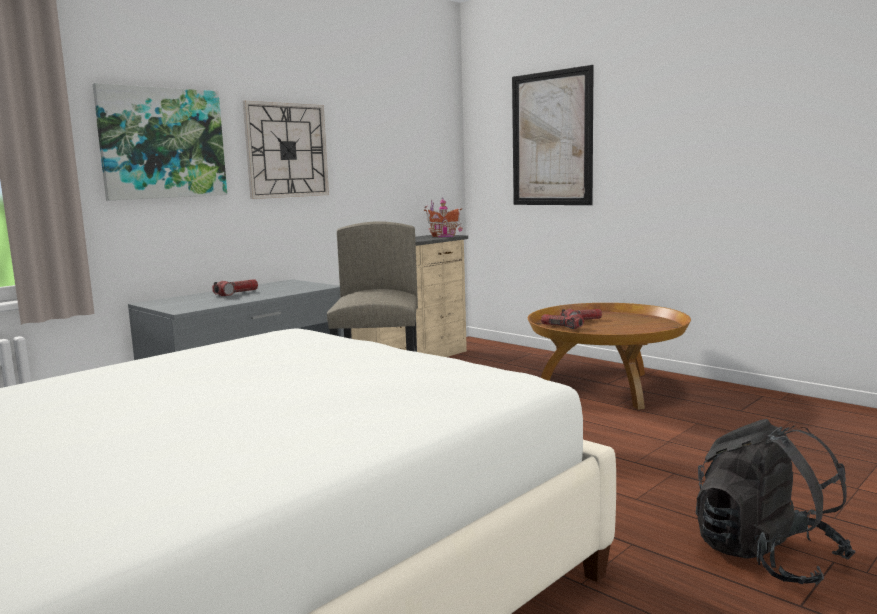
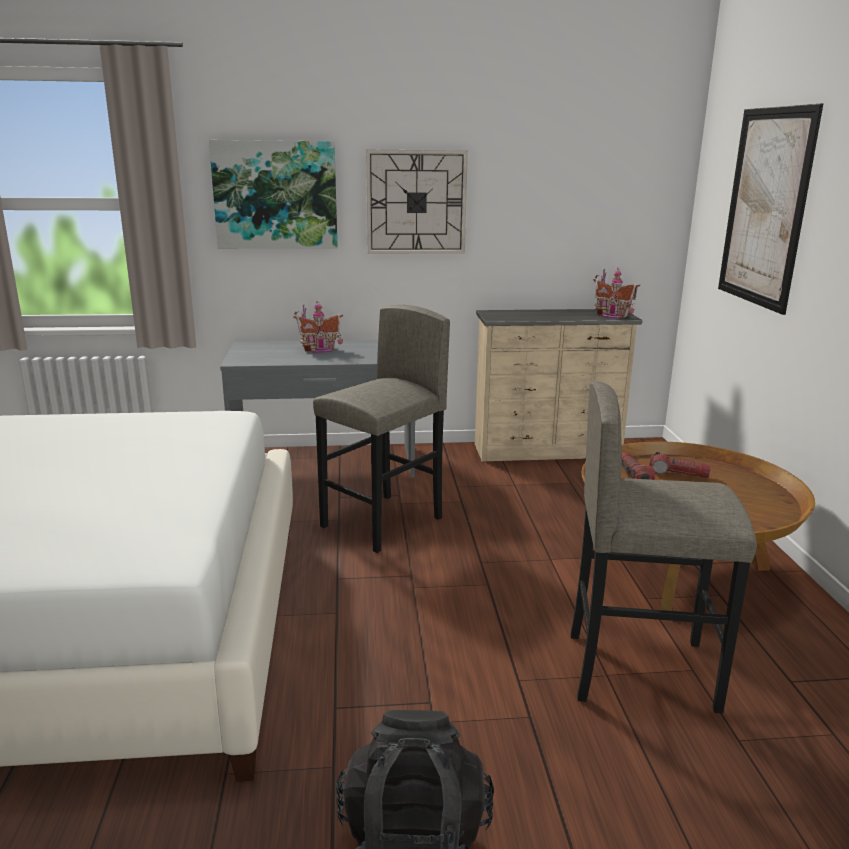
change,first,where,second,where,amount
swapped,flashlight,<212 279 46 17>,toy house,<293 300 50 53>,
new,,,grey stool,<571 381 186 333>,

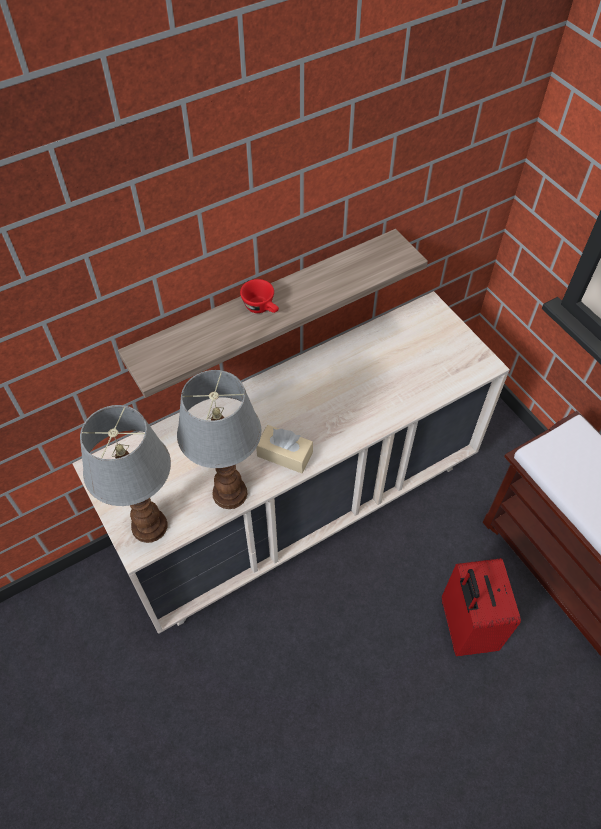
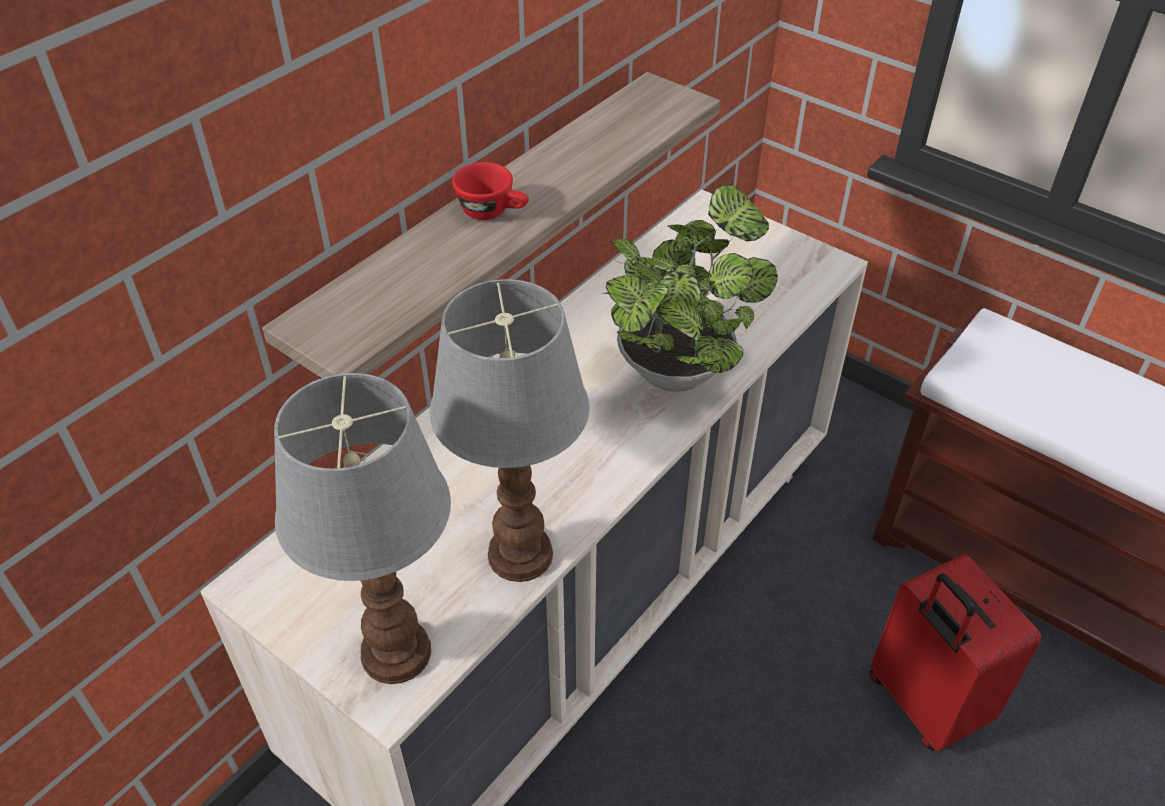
change,first,where,second,where,amount
new,,,potted plant,<602 184 176 208>,
gone,beige tissue box,<256 425 57 48>,,,

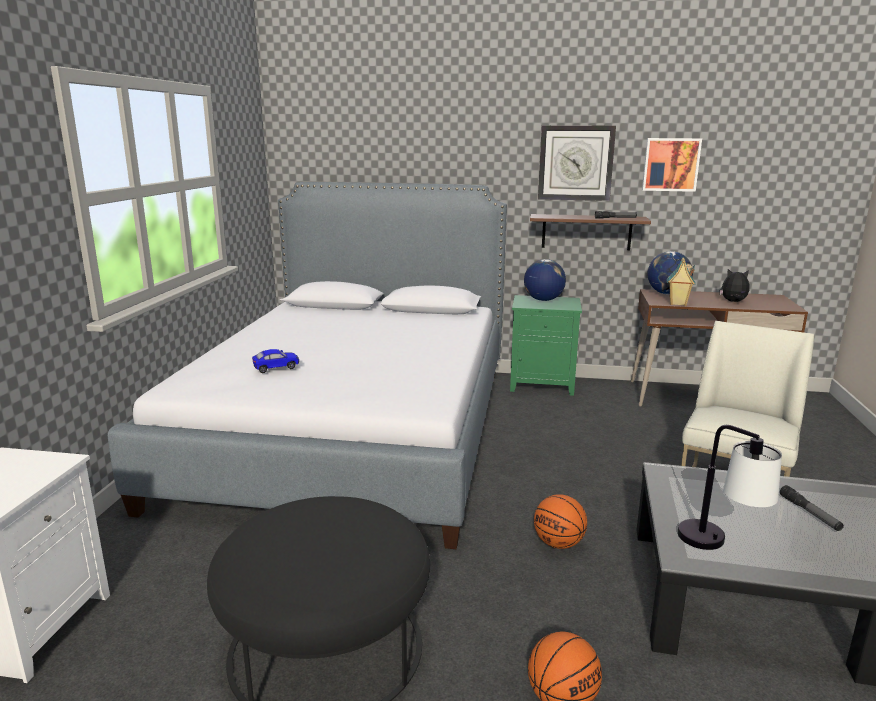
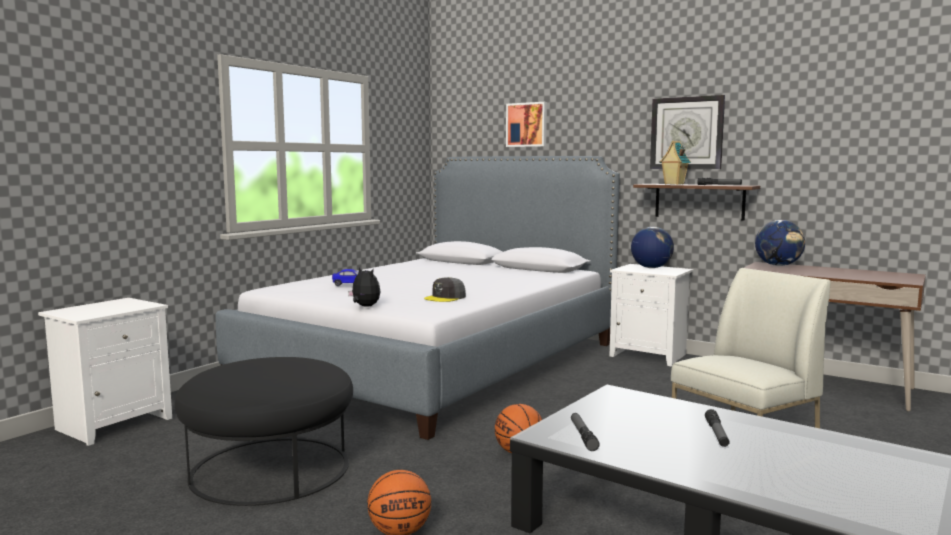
change,first,where,second,where,amount
shifted,plush toy,<720 269 29 33>,,<348 266 32 41>,
new,,,grey cap,<424 277 42 25>,
shifted,picture,<642 138 60 54>,,<506 102 41 45>,
swapped,table lamp,<678 425 104 125>,flashlight,<571 413 29 38>,
repainted,green nightstand,<510 295 72 101>,white nightstand,<610 264 84 103>,
shifted,toy house,<667 257 29 49>,,<660 141 31 44>,

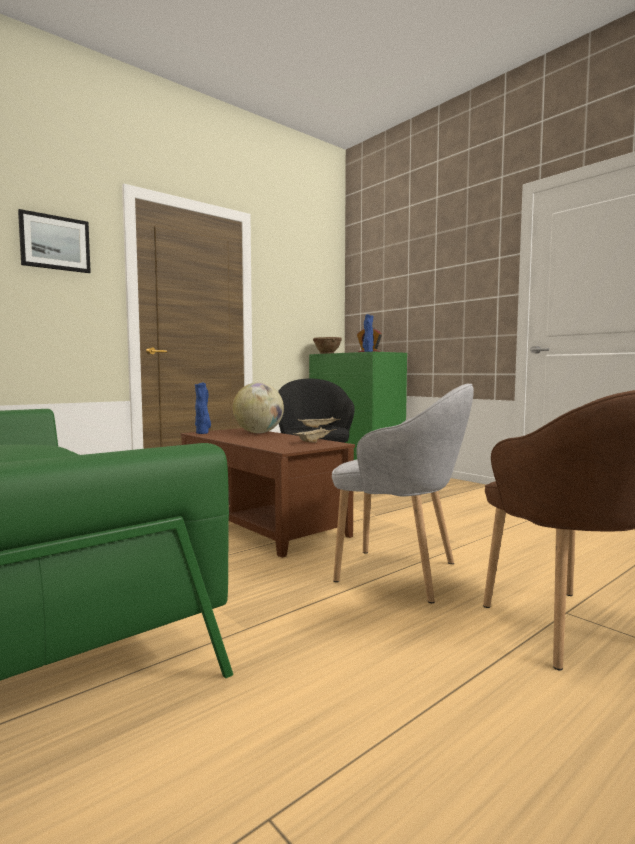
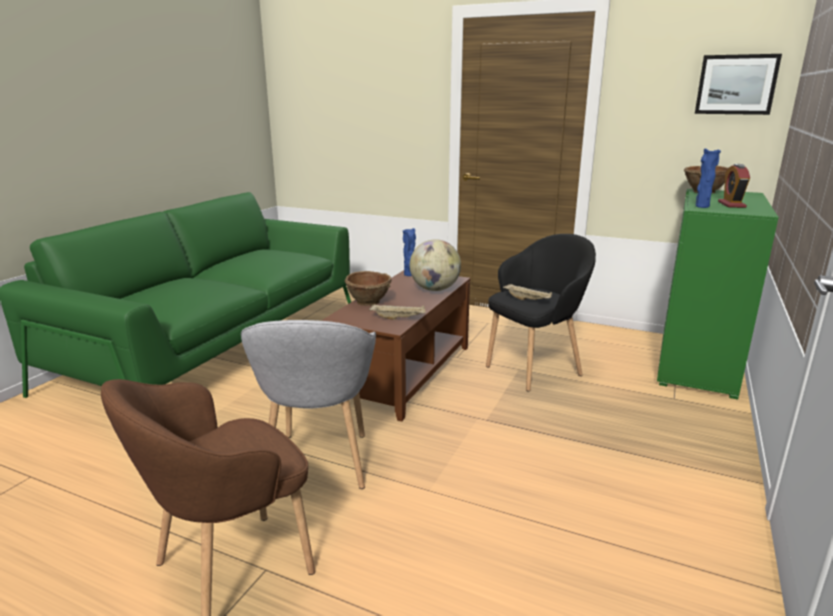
change,first,where,second,where,amount
new,,,brown bowl,<344 271 48 35>,
shifted,picture,<18 209 73 64>,,<695 54 87 61>,

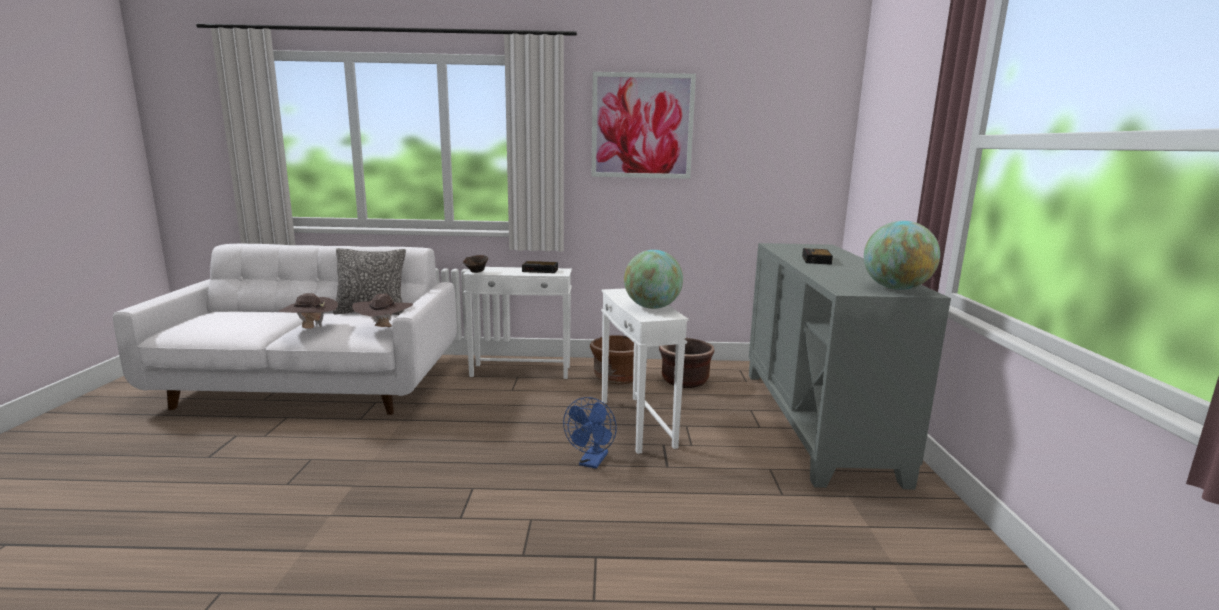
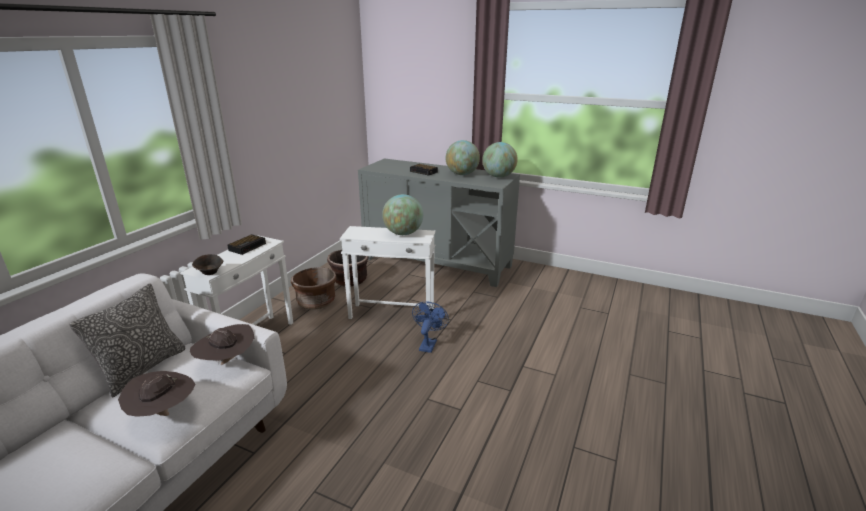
change,first,where,second,where,amount
rotated,blue fan,<563 397 54 72>,,<412 301 37 52>,120 degrees counterclockwise
new,,,globe,<446 140 34 35>,
gone,picture,<592 72 104 107>,,,

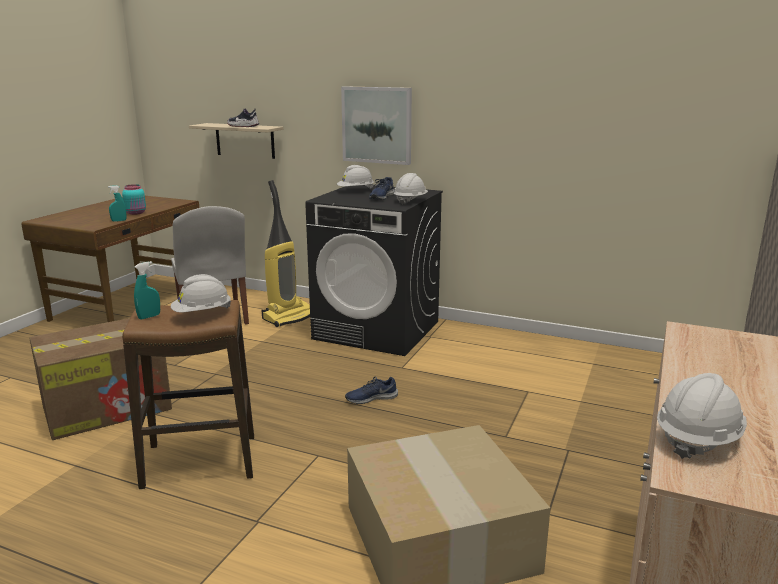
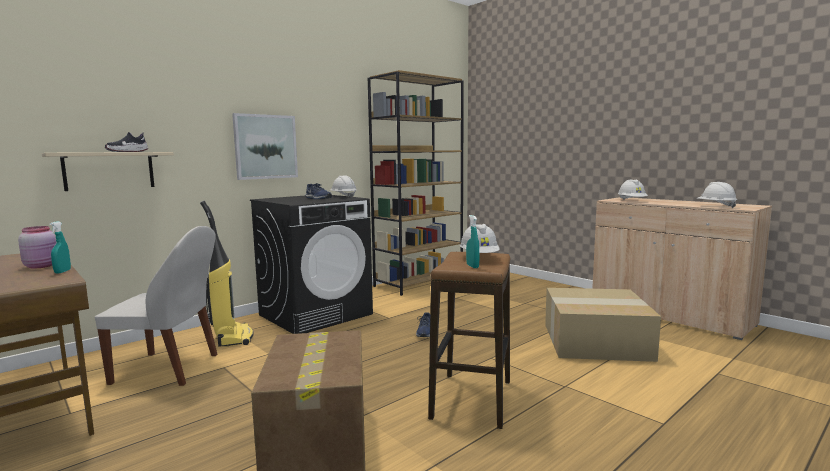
change,first,where,second,where,amount
repainted,turquoise jar,<122 184 24 31>,pink jar,<18 226 38 43>,
new,,,brown bookcase,<368 70 96 226>,
shifted,white hard hat,<337 165 37 24>,,<618 180 30 20>,

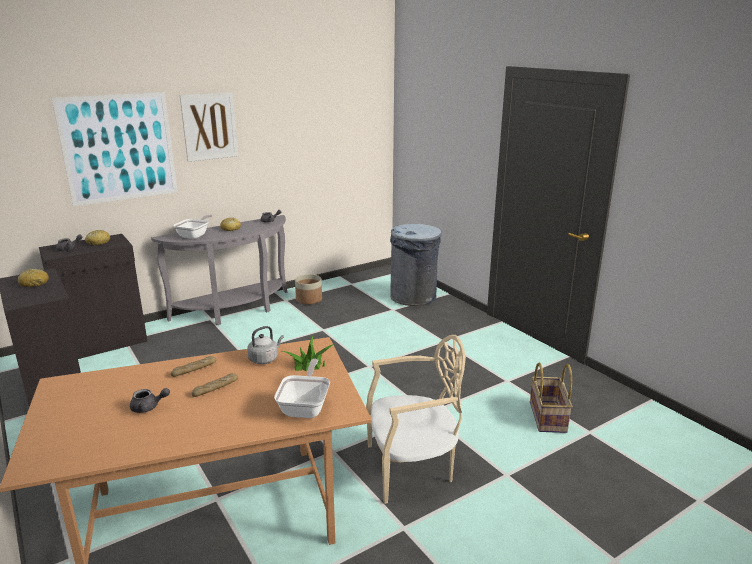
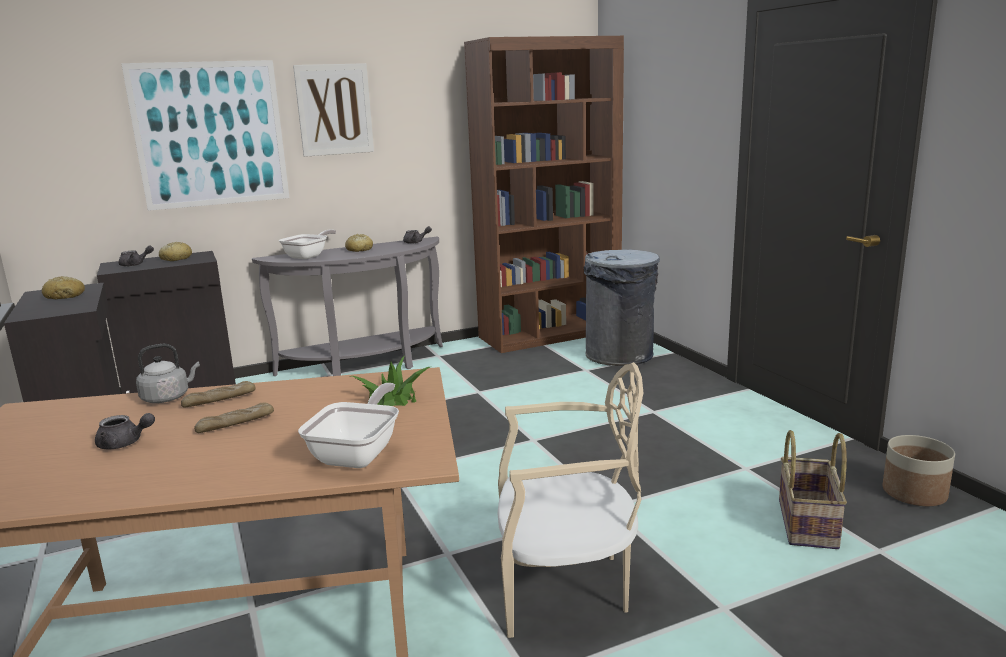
change,first,where,second,where,amount
shifted,grey kettle,<247 326 37 38>,,<136 343 64 60>,
new,,,brown bookcase,<464 36 160 317>,
shifted,planter,<295 274 27 30>,,<882 435 73 71>,

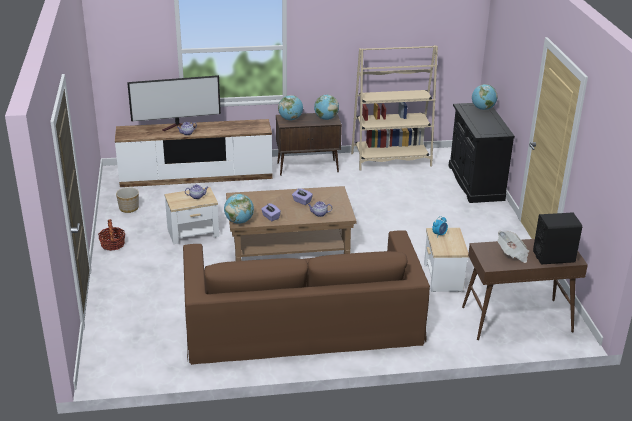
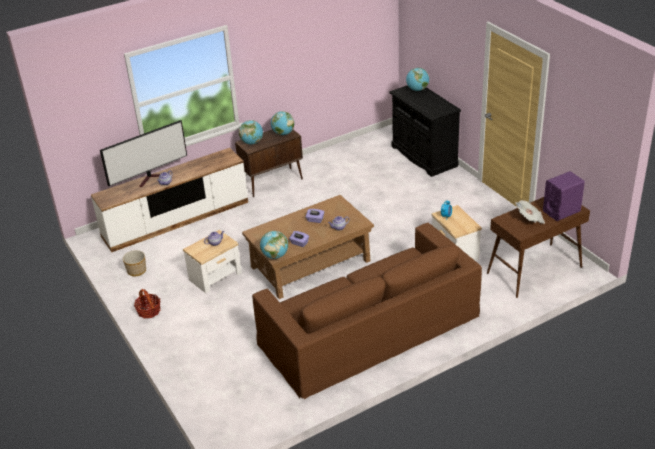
change,first,where,second,where,amount
repainted,black speaker,<533 212 49 52>,purple speaker,<543 171 42 50>,
gone,beige bookcase,<351 46 87 124>,,,

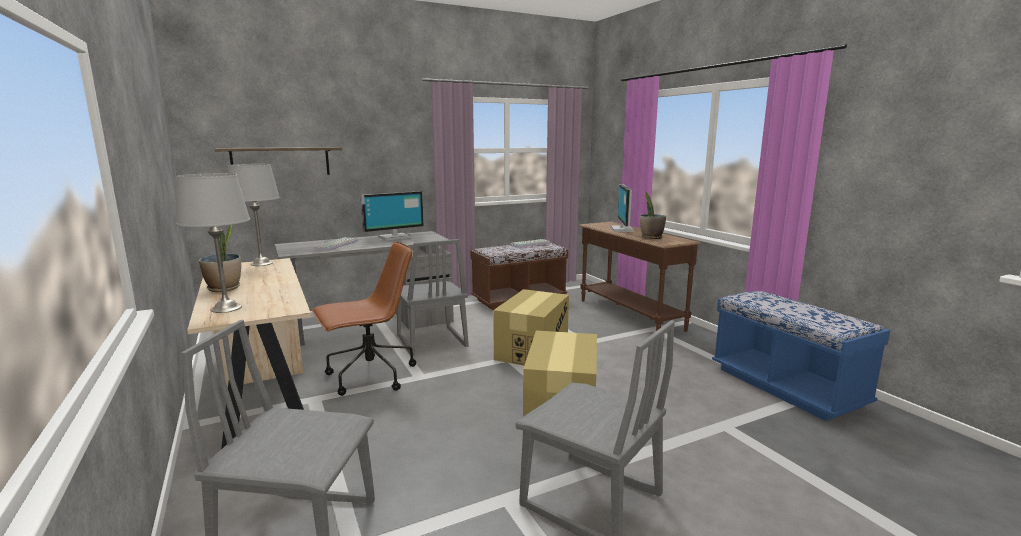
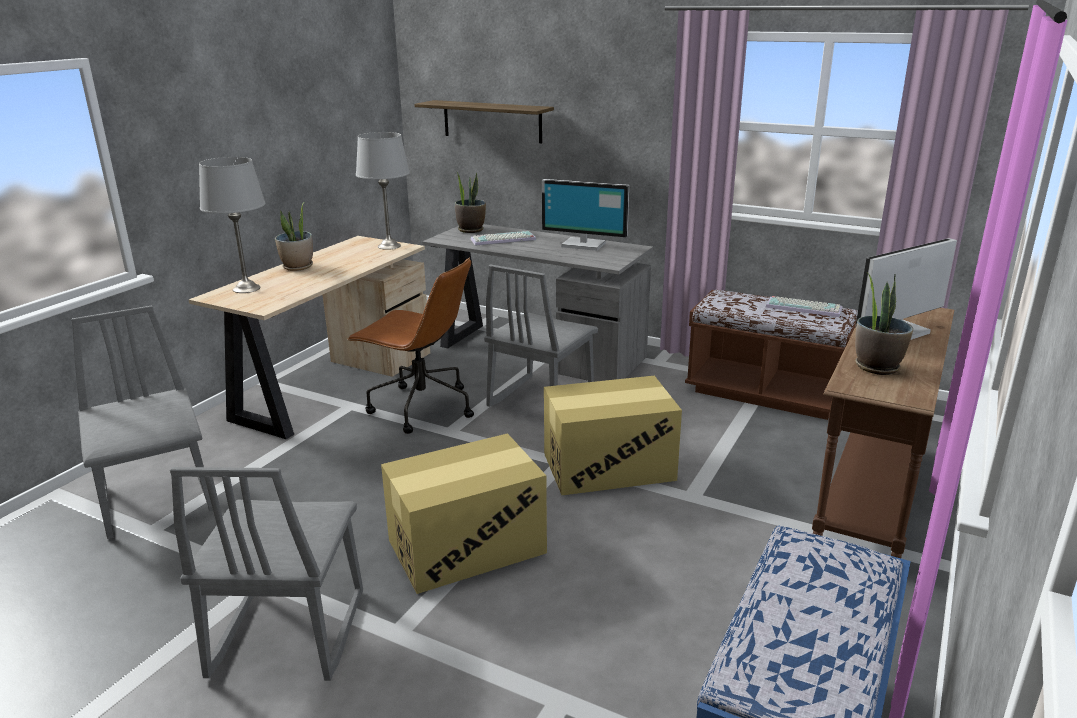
change,first,where,second,where,amount
new,,,potted plant,<455 171 31 62>,

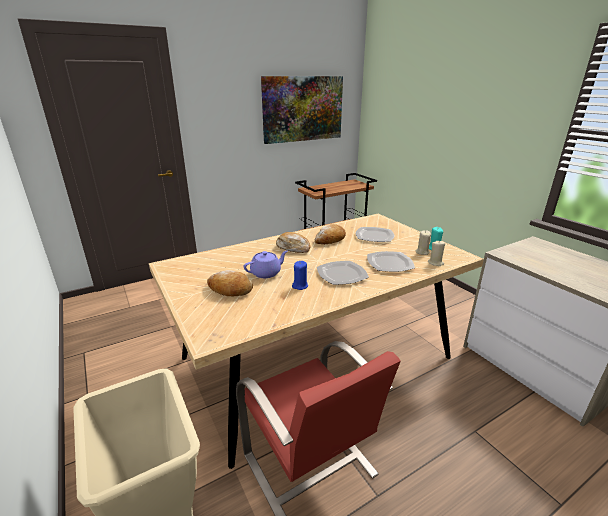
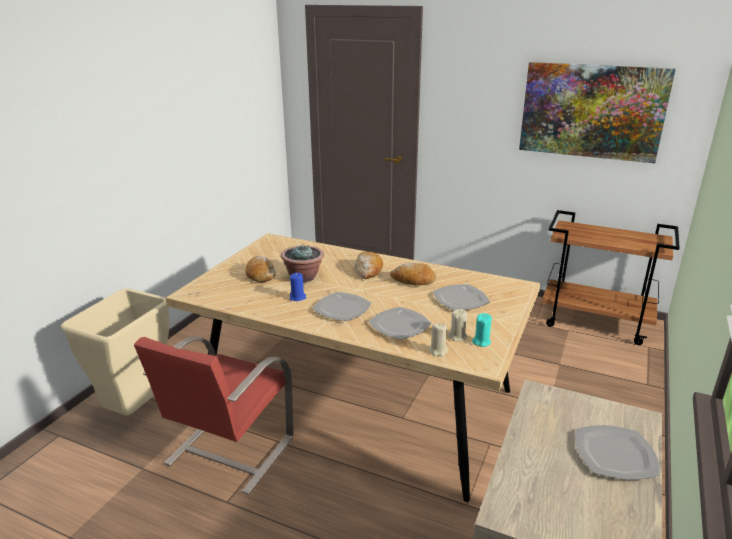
change,first,where,second,where,amount
swapped,purple teapot,<244 251 44 27>,potted plant,<281 244 43 38>,
new,,,plate,<575 425 85 55>,

